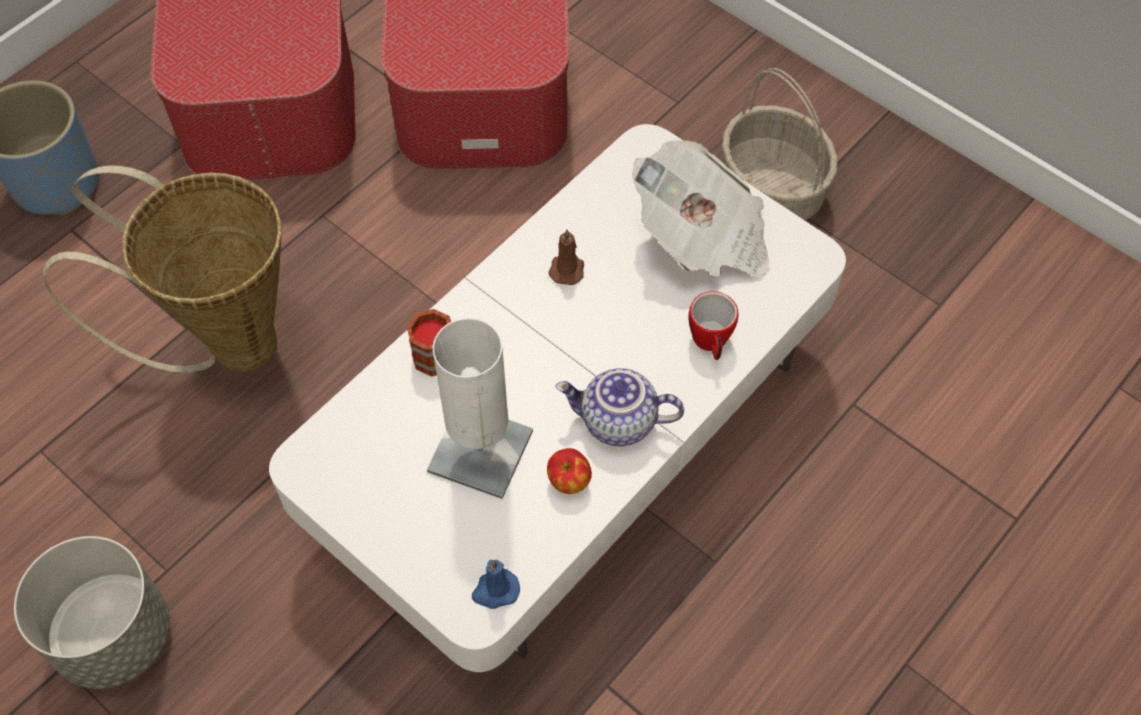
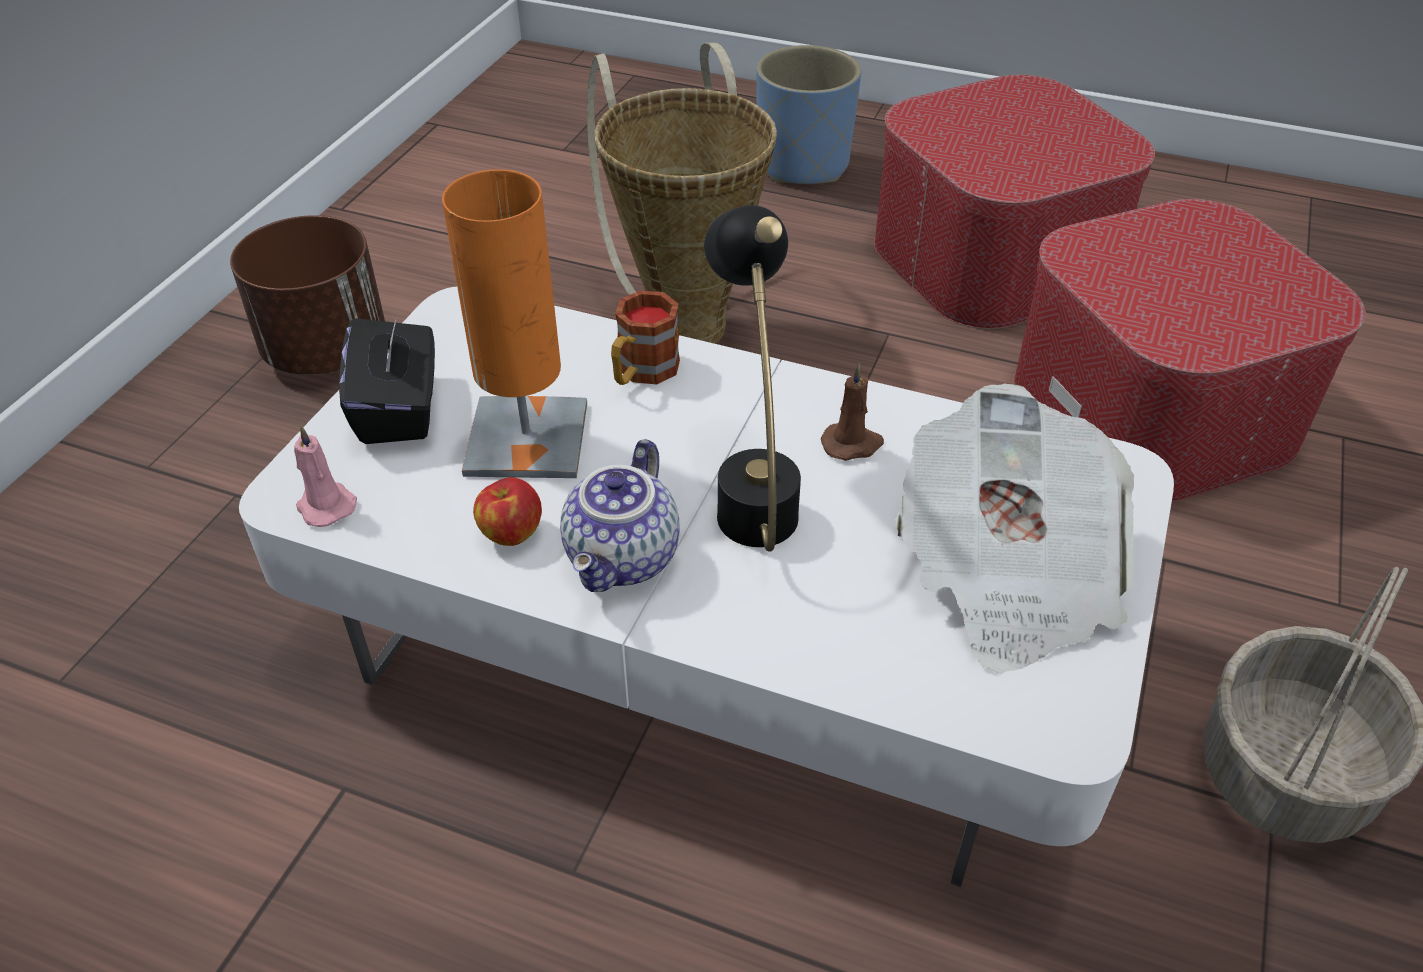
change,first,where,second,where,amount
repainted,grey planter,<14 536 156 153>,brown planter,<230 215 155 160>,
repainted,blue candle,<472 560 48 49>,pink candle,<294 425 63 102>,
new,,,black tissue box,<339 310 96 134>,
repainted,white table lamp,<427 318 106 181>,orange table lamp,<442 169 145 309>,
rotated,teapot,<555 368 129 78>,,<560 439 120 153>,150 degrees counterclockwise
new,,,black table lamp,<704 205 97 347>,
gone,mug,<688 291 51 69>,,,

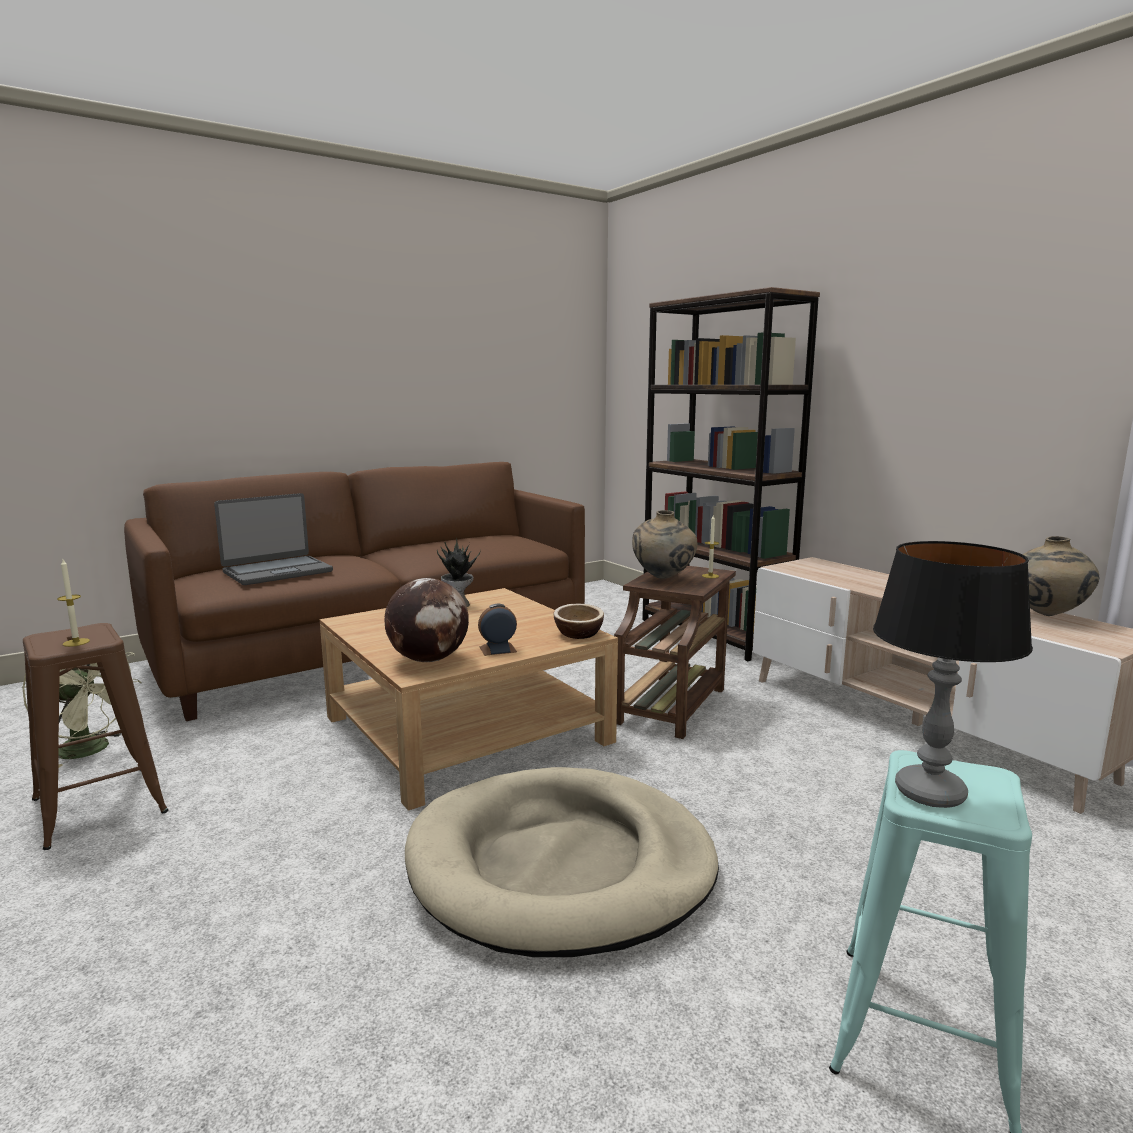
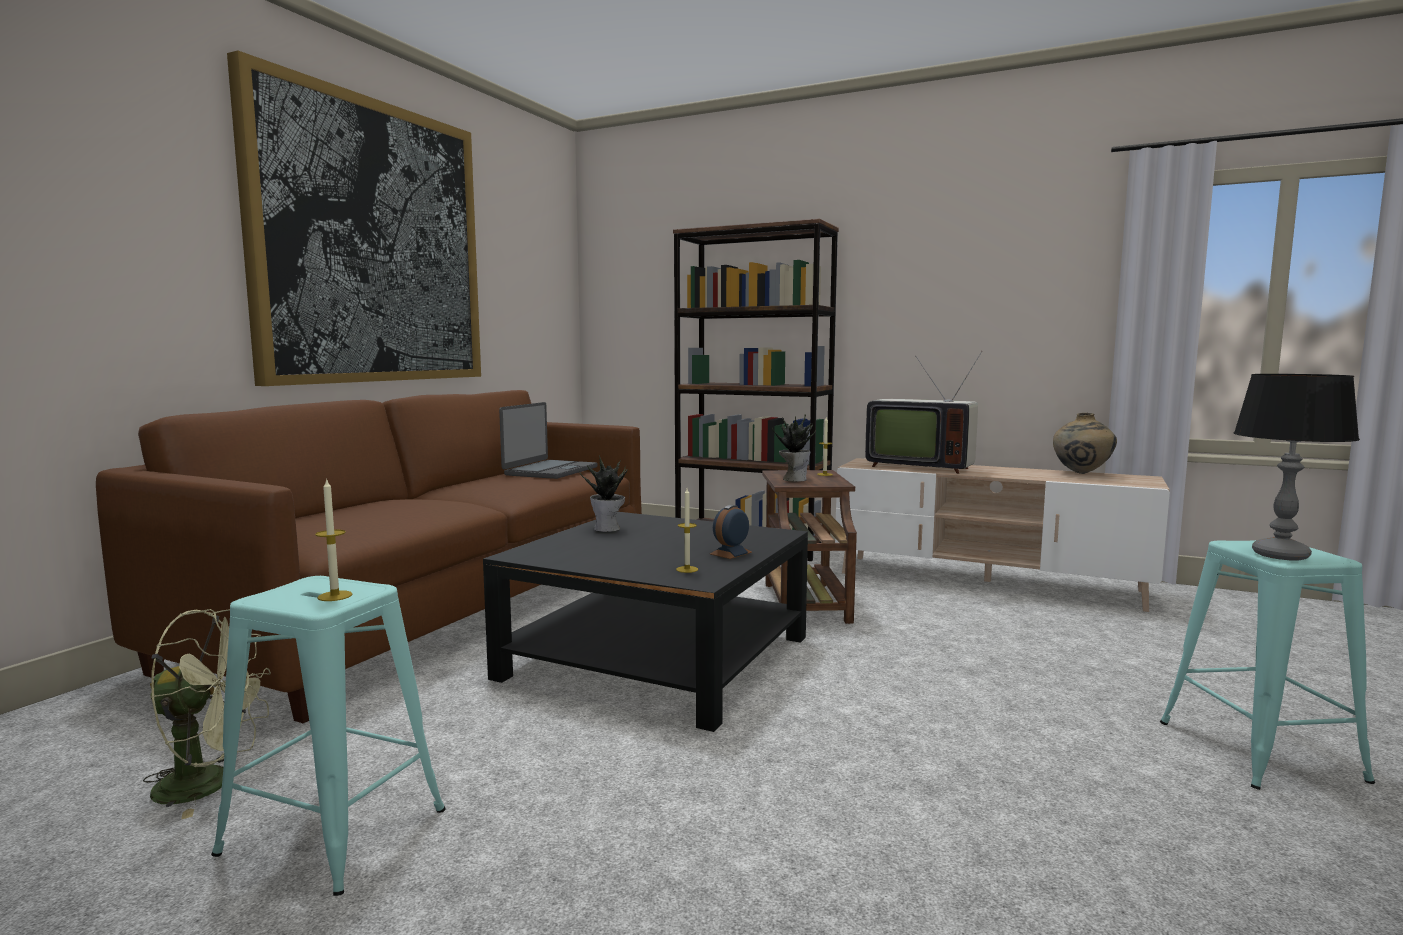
change,first,where,second,where,amount
repainted,brown stool,<23 623 145 227>,turquoise stool,<211 576 234 320>,
new,,,picture,<227 50 254 336>,
repainted,beige coffee table,<320 588 298 223>,black coffee table,<483 512 325 220>,
shifted,laptop,<214 493 119 92>,,<499 402 99 77>,
swapped,globe,<385 578 84 84>,candle,<676 488 22 85>,
swapped,beige vase,<632 510 65 69>,potted plant,<772 414 44 68>,
new,,,television,<865 351 117 123>,
gone,beige dog bed,<405 767 314 190>,,,
gone,bowl,<554 604 50 35>,,,

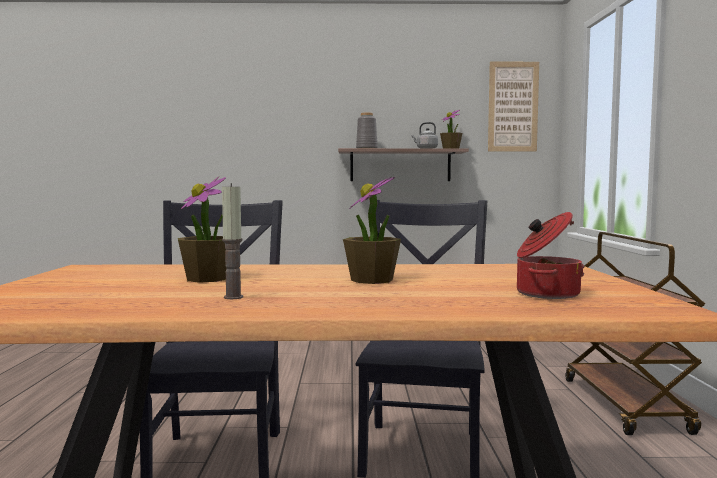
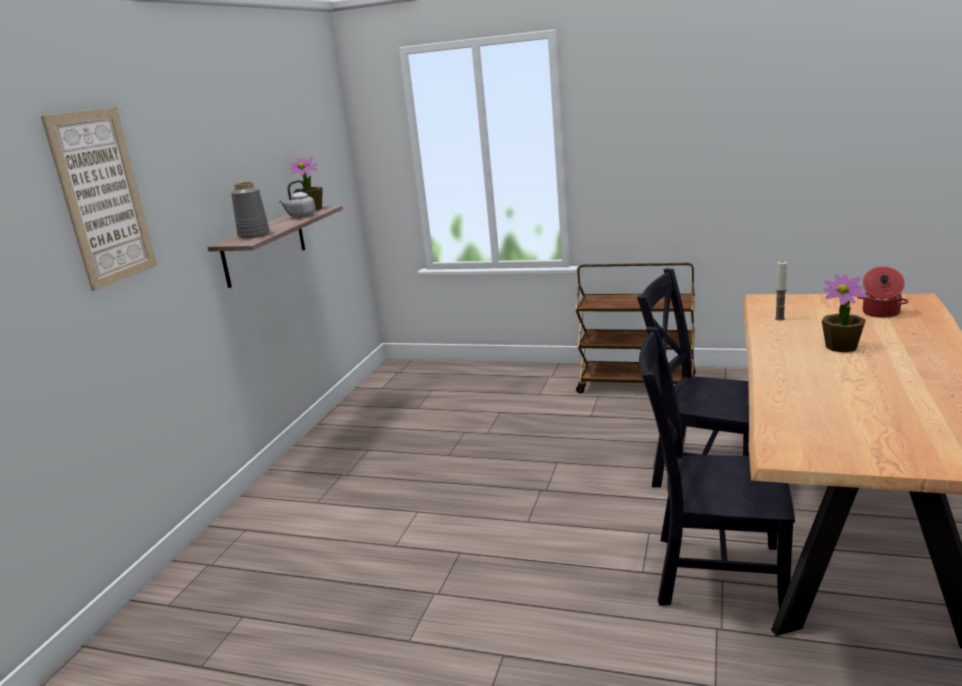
change,first,where,second,where,amount
shifted,picture,<488 62 51 89>,,<41 107 116 184>,
shifted,candle,<222 183 21 116>,,<775 261 12 59>,
gone,potted plant,<178 177 49 106>,,,

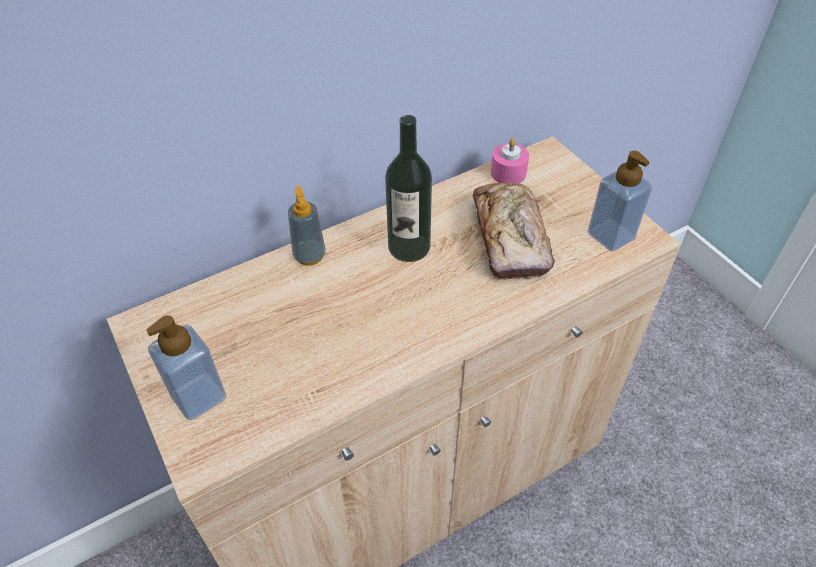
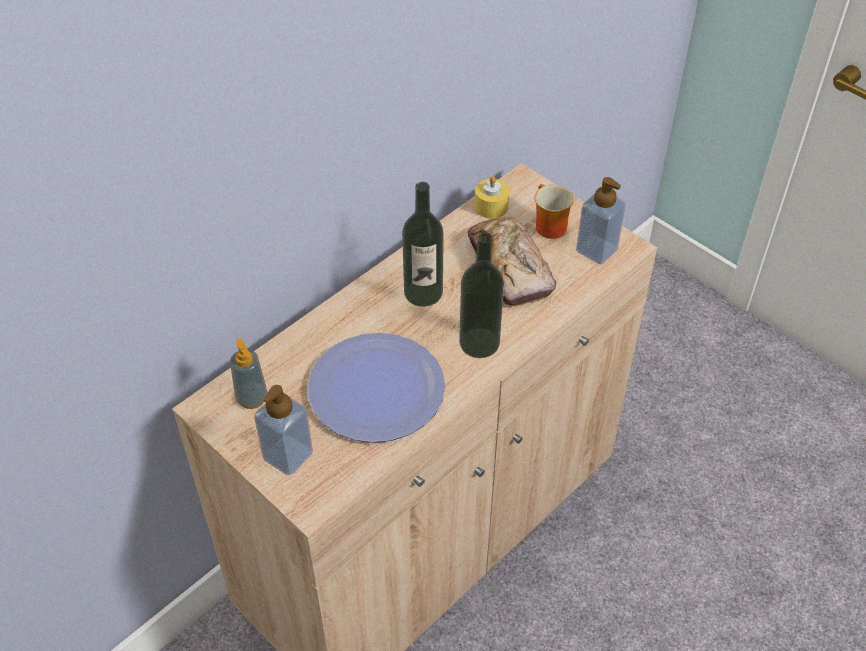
change,first,where,second,where,amount
shifted,soap dispenser,<288 186 37 80>,,<230 339 38 70>,
new,,,plate,<307 333 138 110>,
new,,,bottle,<459 232 45 126>,
repainted,pink candle,<491 138 38 46>,yellow candle,<474 176 35 43>,
new,,,mug,<535 184 39 55>,

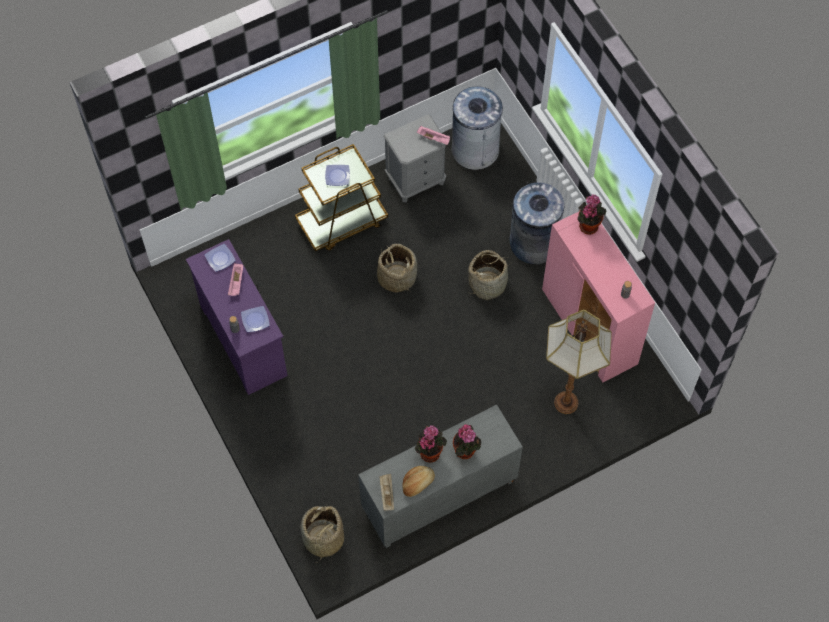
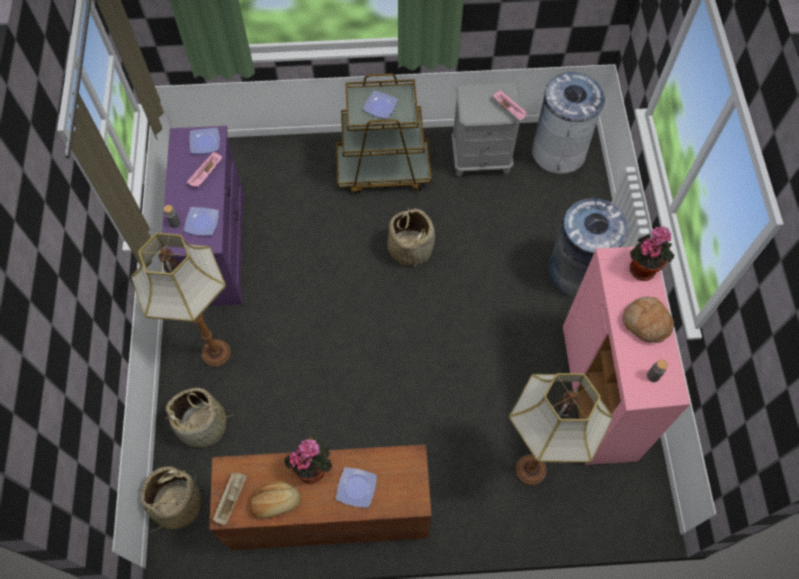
change,first,where,second,where,amount
new,,,floor lamp,<131 233 100 134>,
shifted,basket,<468 250 44 50>,,<164 388 73 60>,
repainted,grey cabinet,<358 405 165 143>,brown cabinet,<209 444 223 106>,
swapped,potted plant,<453 424 28 35>,plate,<336 467 41 41>,
new,,,bread,<623 297 51 46>,

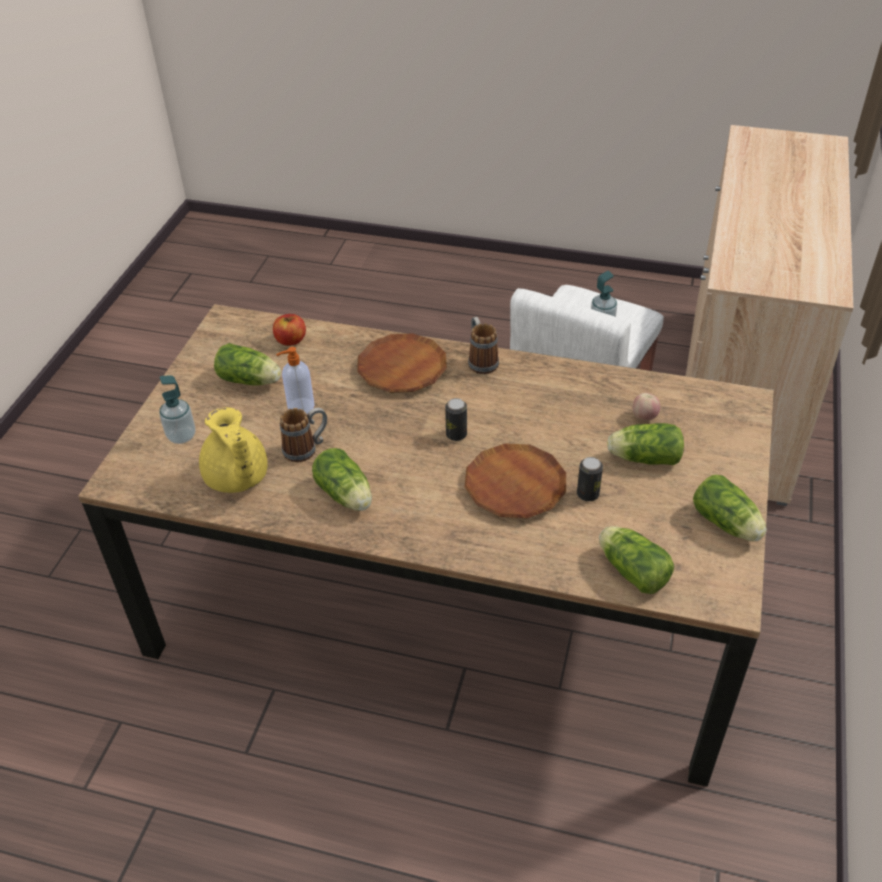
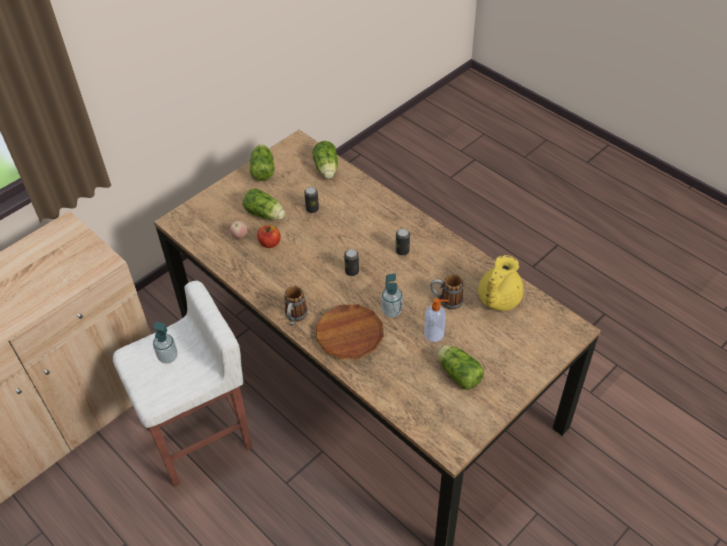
change,first,where,second,where,amount
shifted,apple,<273 314 33 32>,,<257 225 24 23>,
shifted,soap dispenser,<159 375 36 69>,,<381 273 22 45>,
new,,,can,<396 228 14 28>,
rotated,yellow teapot,<199 407 69 86>,,<478 255 45 56>,150 degrees counterclockwise
gone,lettuce,<312 448 60 63>,,,
gone,brown plate,<465 443 101 75>,,,

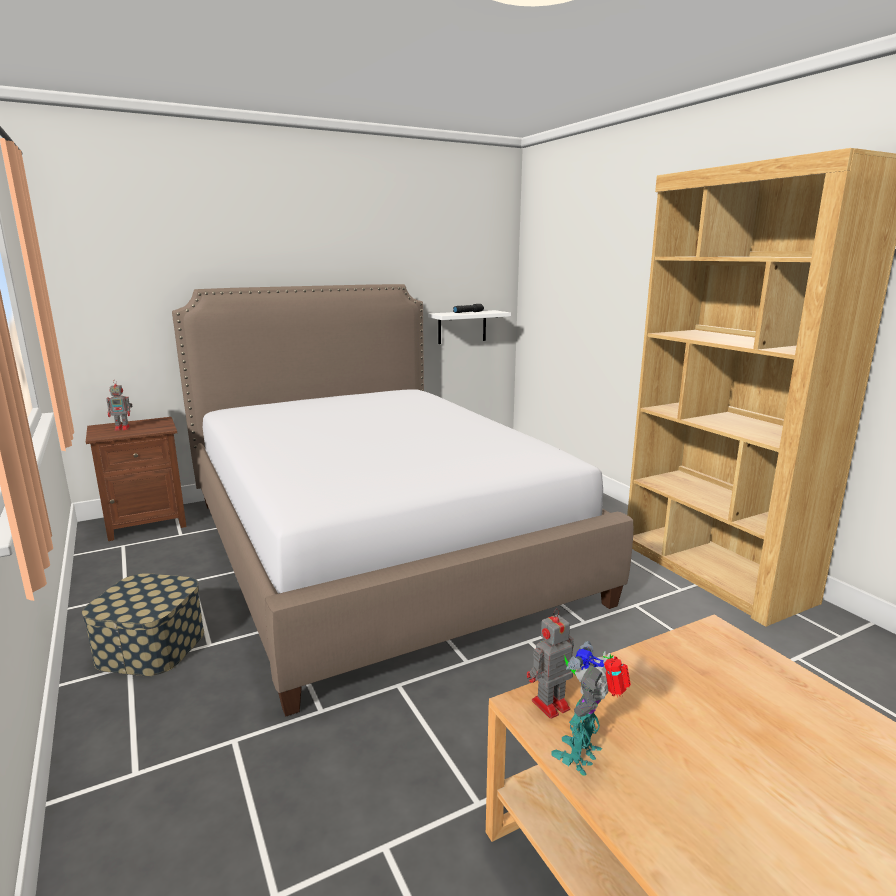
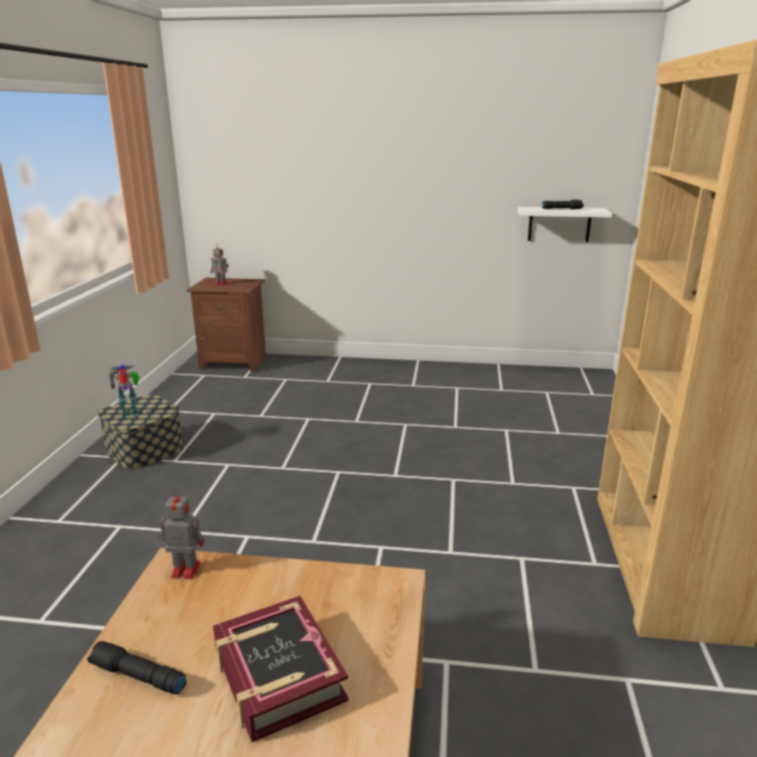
change,first,where,second,where,amount
new,,,black flashlight,<87 641 99 54>,
shifted,toy robot,<551 641 80 135>,,<108 365 32 53>,
new,,,book,<213 596 136 146>,
gone,bed,<172 284 461 433>,,,

